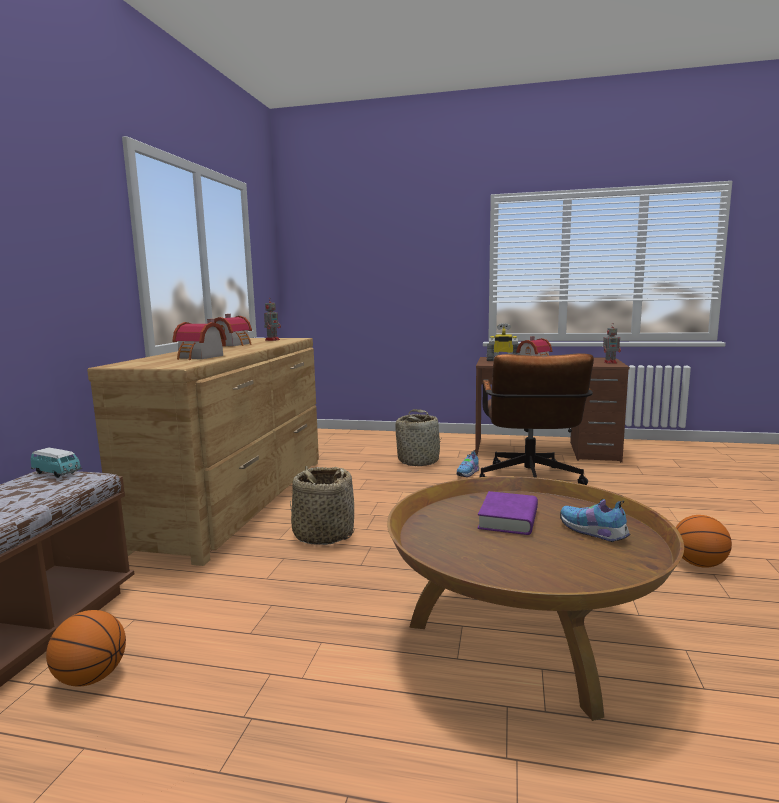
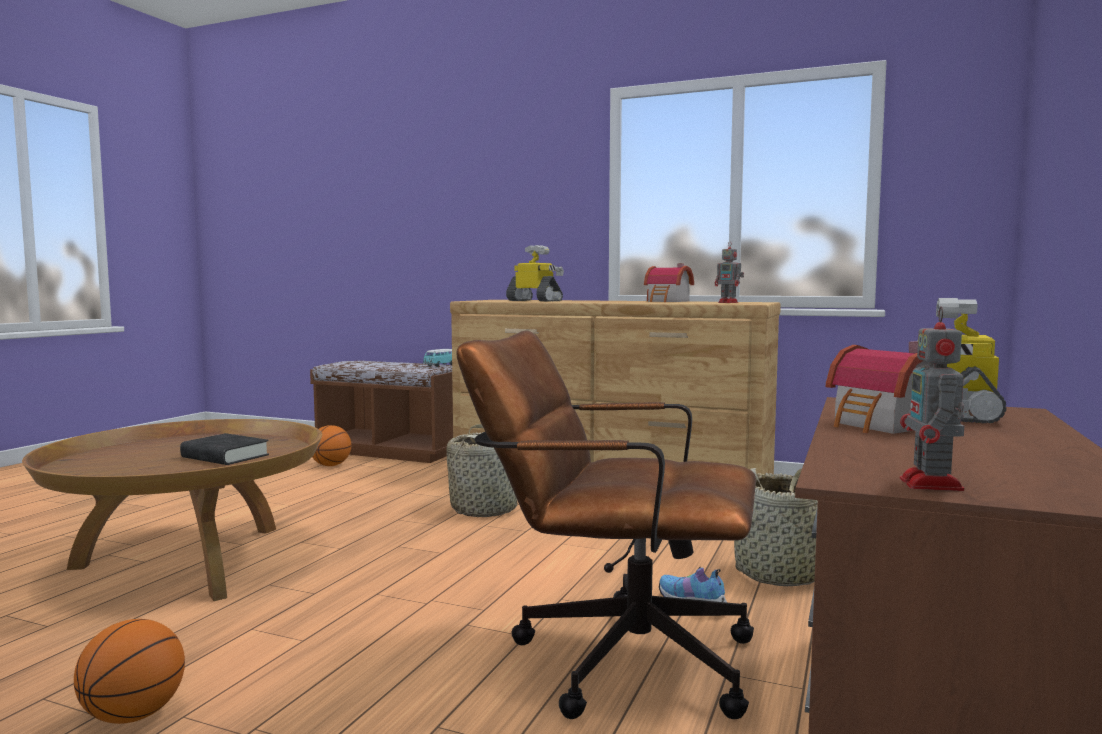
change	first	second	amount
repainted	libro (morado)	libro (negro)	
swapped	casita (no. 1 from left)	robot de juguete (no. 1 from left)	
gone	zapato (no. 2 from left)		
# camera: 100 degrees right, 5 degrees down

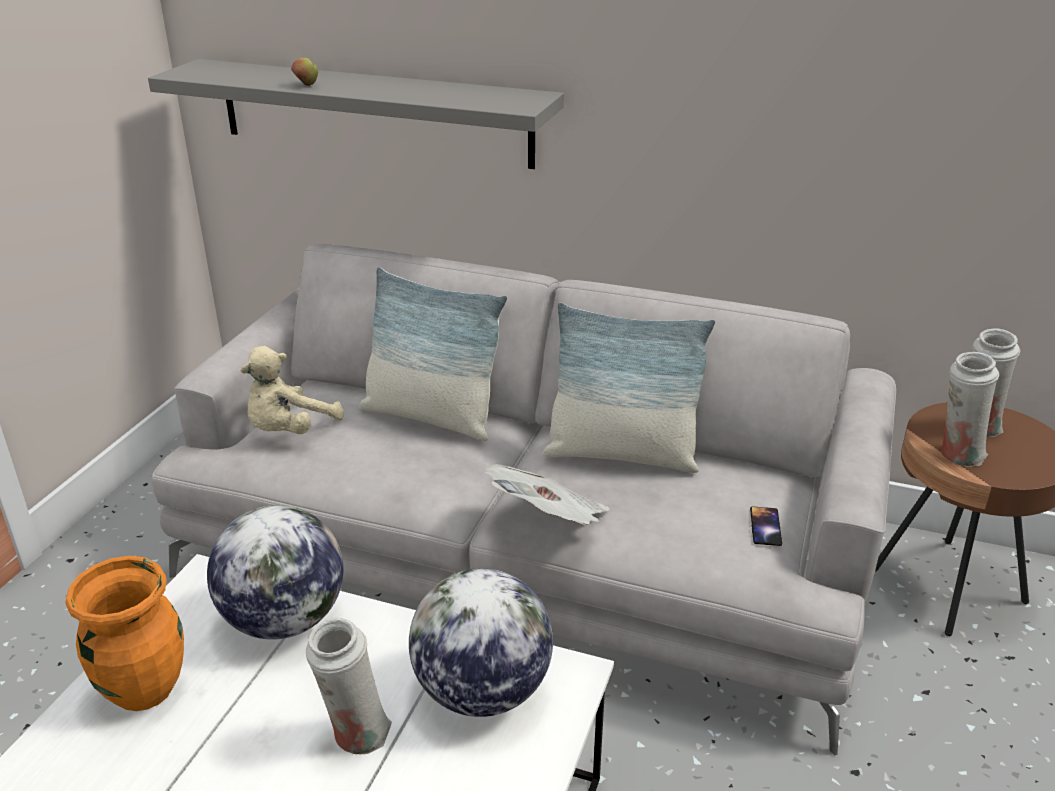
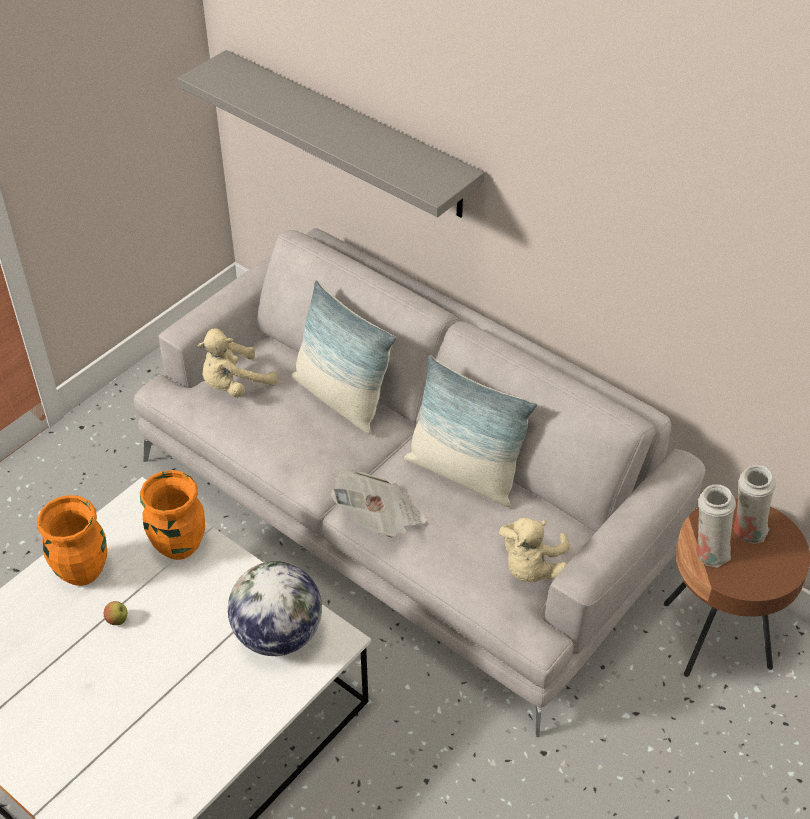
change	first	second	amount
shifted	manzana		
swapped	globo terráqueo (no. 1 from left)	florero (naranja) (no. 2 from left)	
swapped	móvil	peluche (beis) (no. 2 from left)	
gone	florero (blanco) (no. 1 from left)		
# camera: 20 degrees right, 15 degrees up

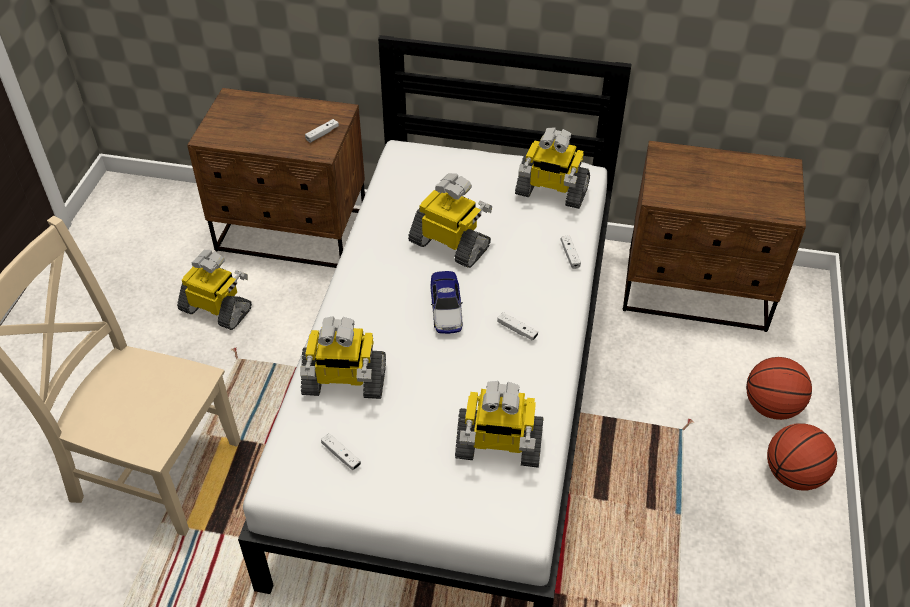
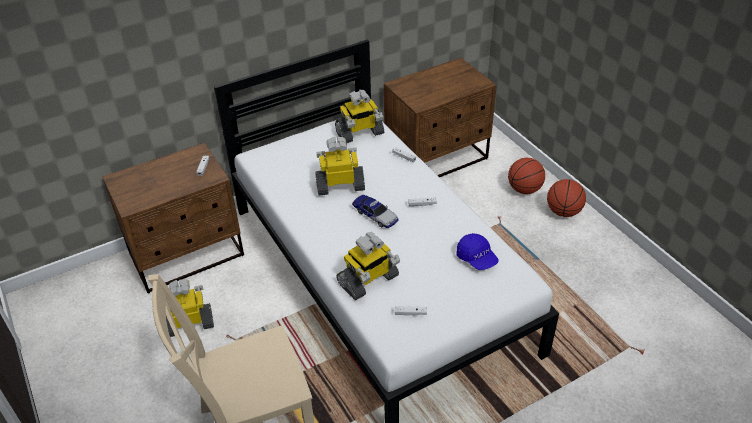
change	first	second	amount
swapped	robot de juguete (no. 4 from left)	gorra (azul)	
# camera: 40 degrees left, 5 degrees down

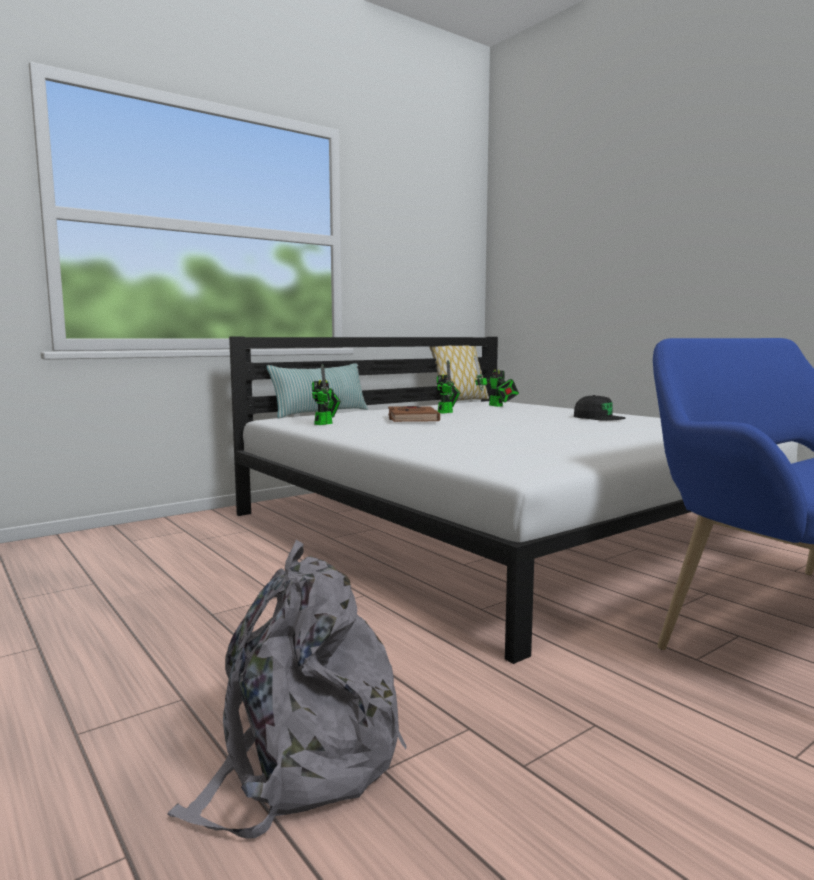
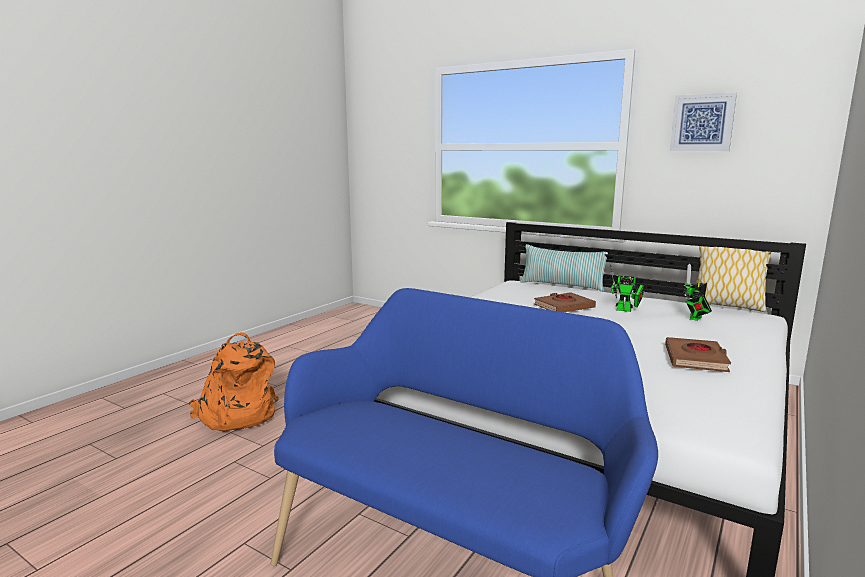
change	first	second	amount
repainted	mochila (gris)	mochila (naranja)	
swapped	gorra (negro)	libro (marrón) (no. 2 from left)	
new		cuadro	
gone	robot de juguete (no. 1 from left)		
# camera: 70 degrees right, 5 degrees up

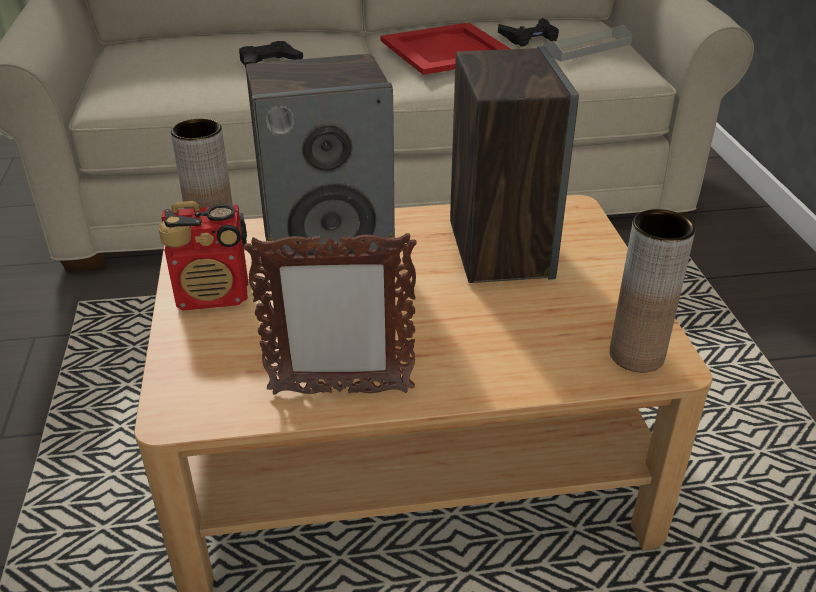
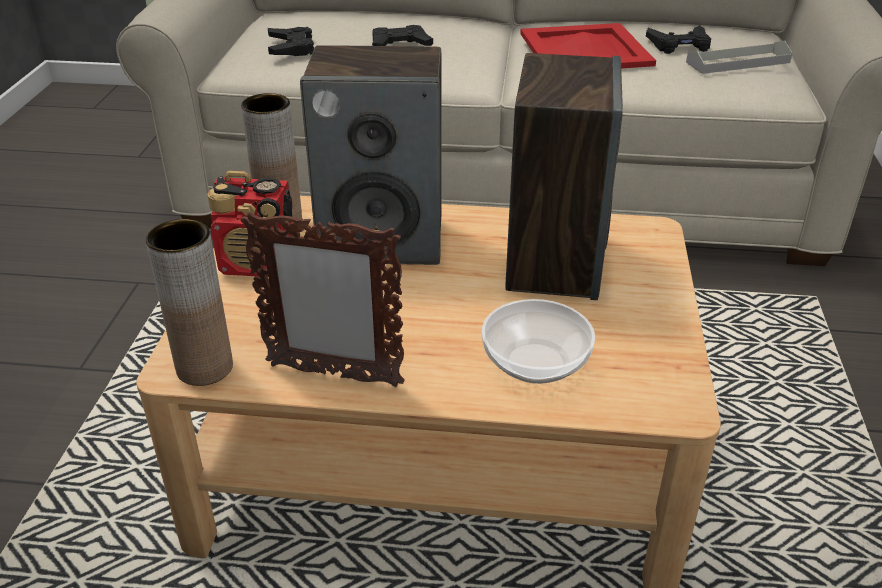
change	first	second	amount
shifted	florero (marrón) (no. 2 from left in the first image)	florero (marrón) (no. 1 from left)	
new		mando de consola (negro) (no. 1 from left)	
new		cuenco	
# camera: 15 degrees right, 0 degrees up

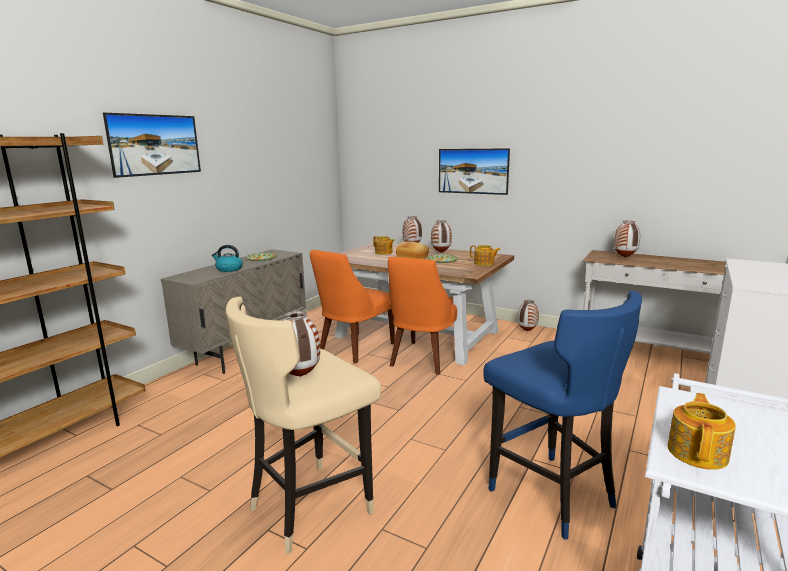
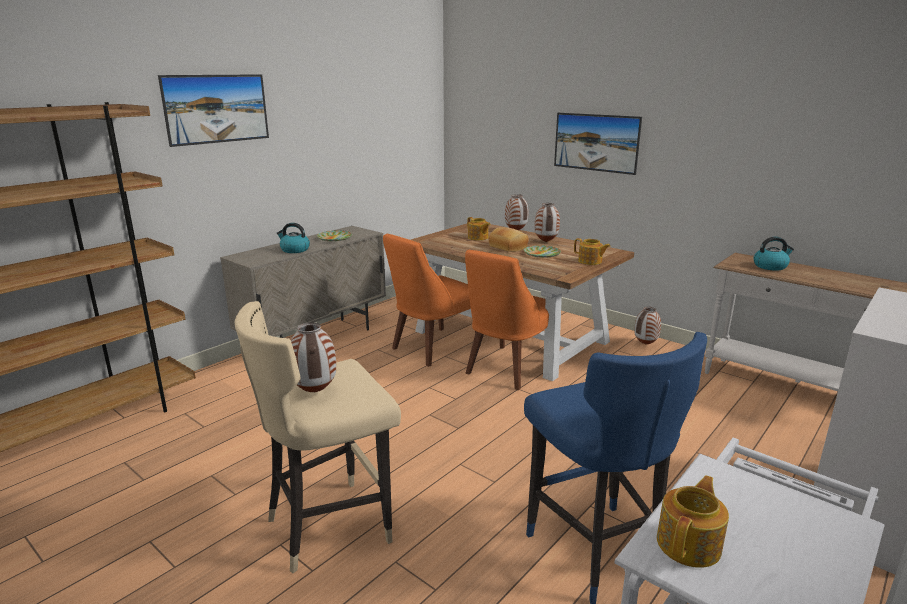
change	first	second	amount
swapped	florero (no. 5 from left)	hervidor (no. 2 from left)	
# camera: 10 degrees right, 5 degrees up

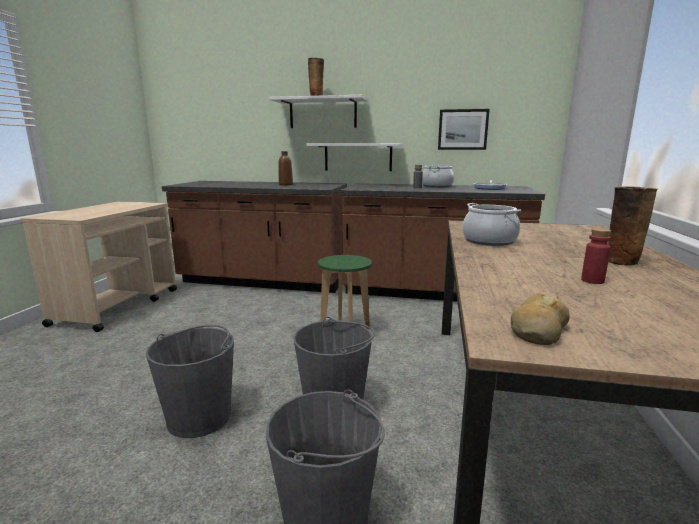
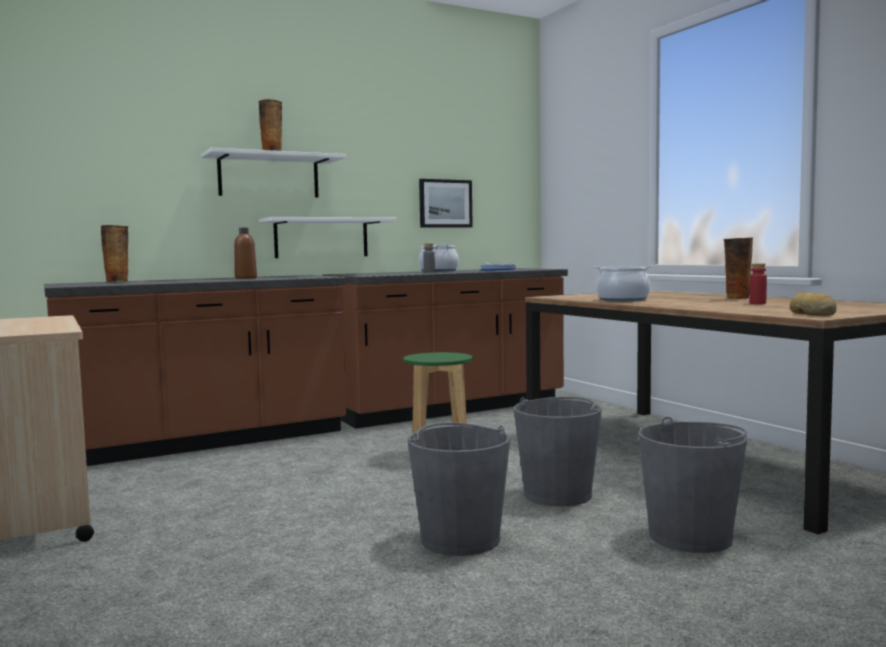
change	first	second	amount
new		florero (no. 1 from left)	
# camera: 40 degrees left, 10 degrees down

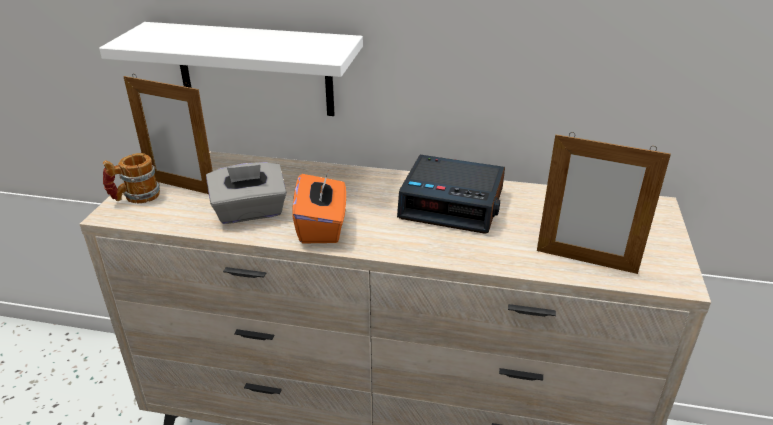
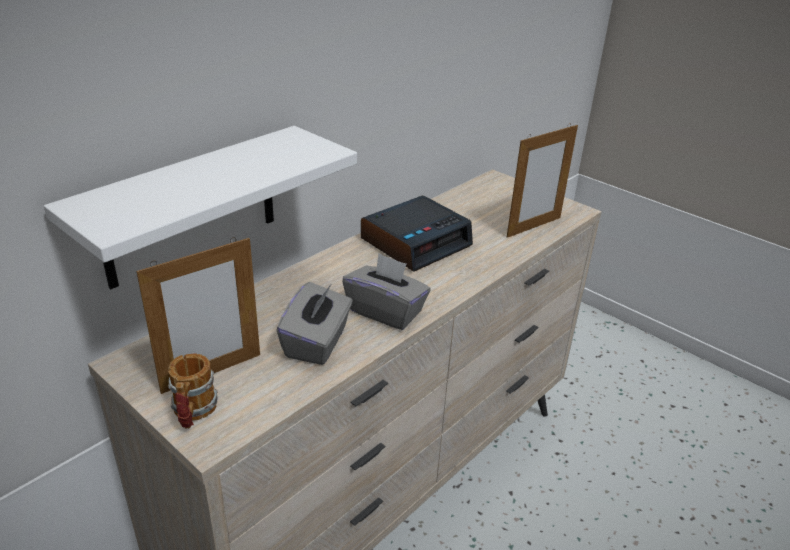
change	first	second	amount
repainted	caja de pañuelos (naranja)	caja de pañuelos (gris) (no. 2 from left)	
# camera: 60 degrees left, 0 degrees up

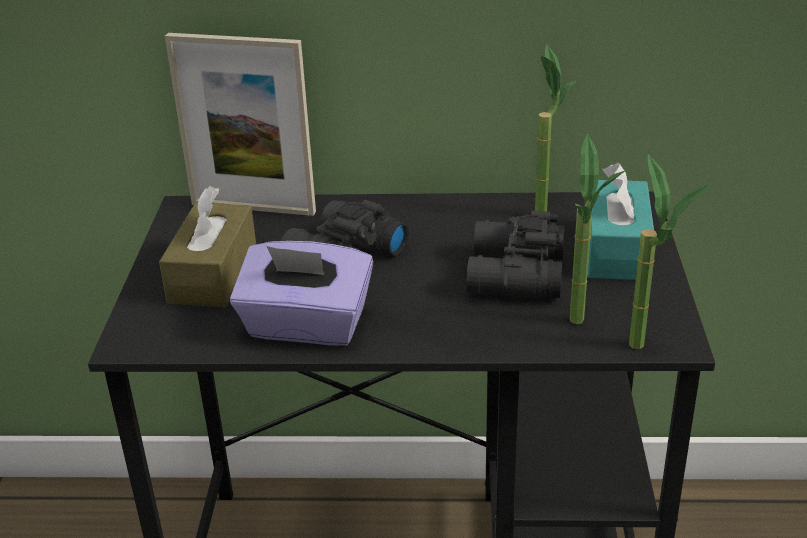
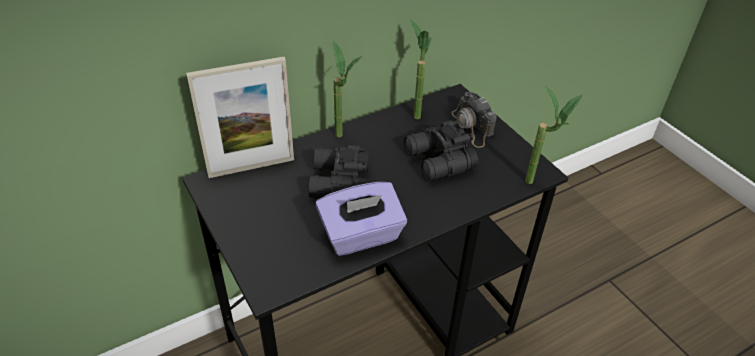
change	first	second	amount
shifted	planta en maceta (no. 2 from left in the first image)	planta en maceta (no. 1 from left)	
swapped	caja de pañuelos (turquesa)	cámara	
gone	caja de pañuelos (marrón)		
# camera: 35 degrees left, 10 degrees up

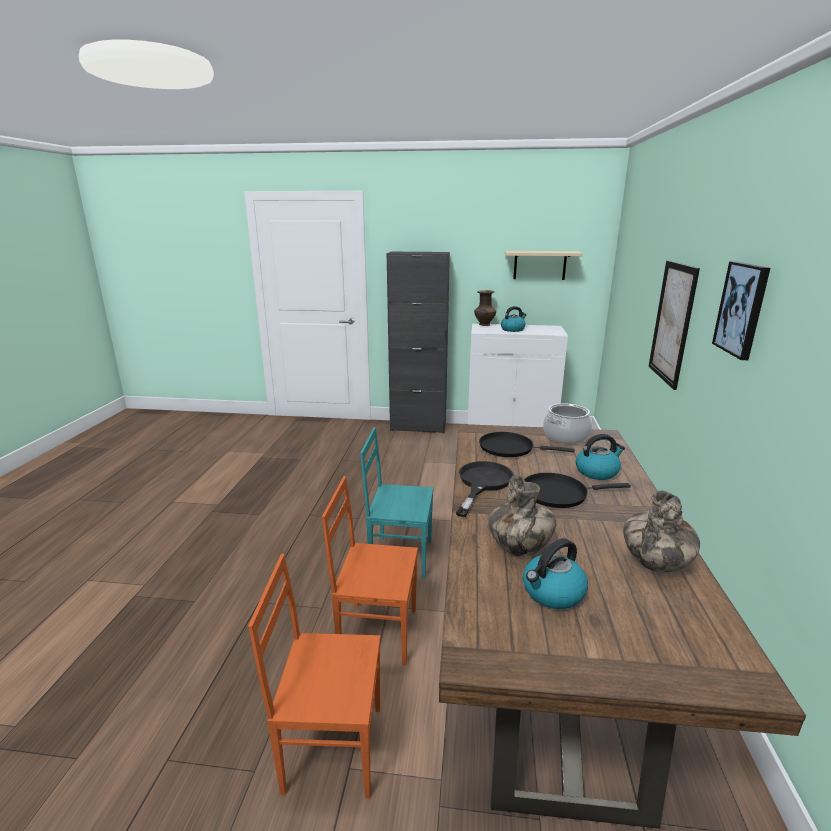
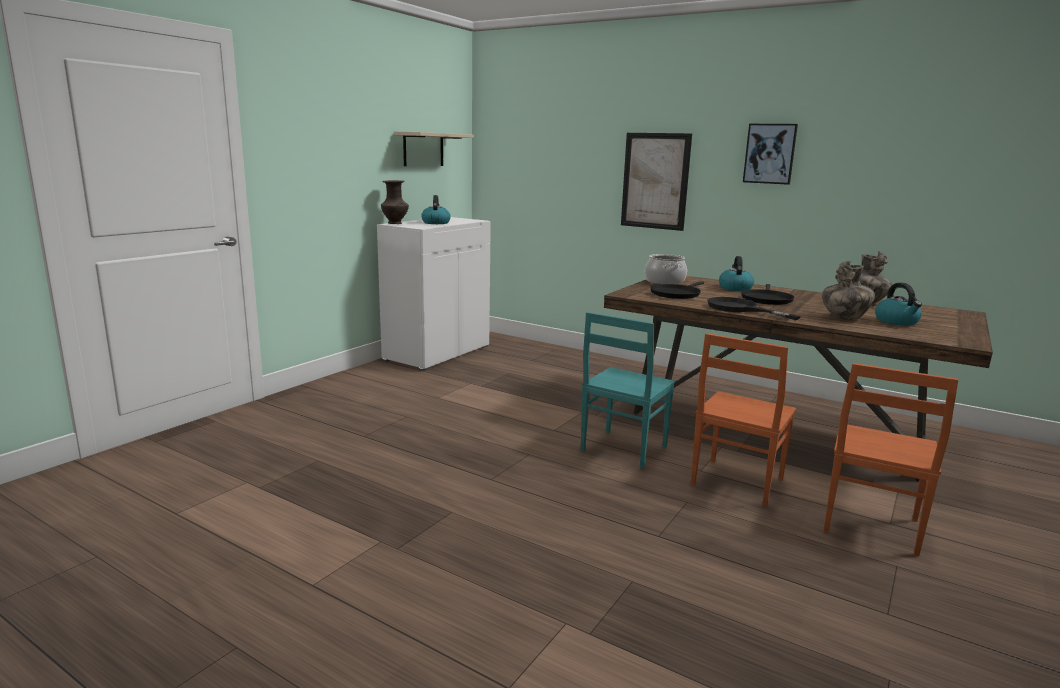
change	first	second	amount
gone	armario (negro)		
# camera: 65 degrees left, 5 degrees down

